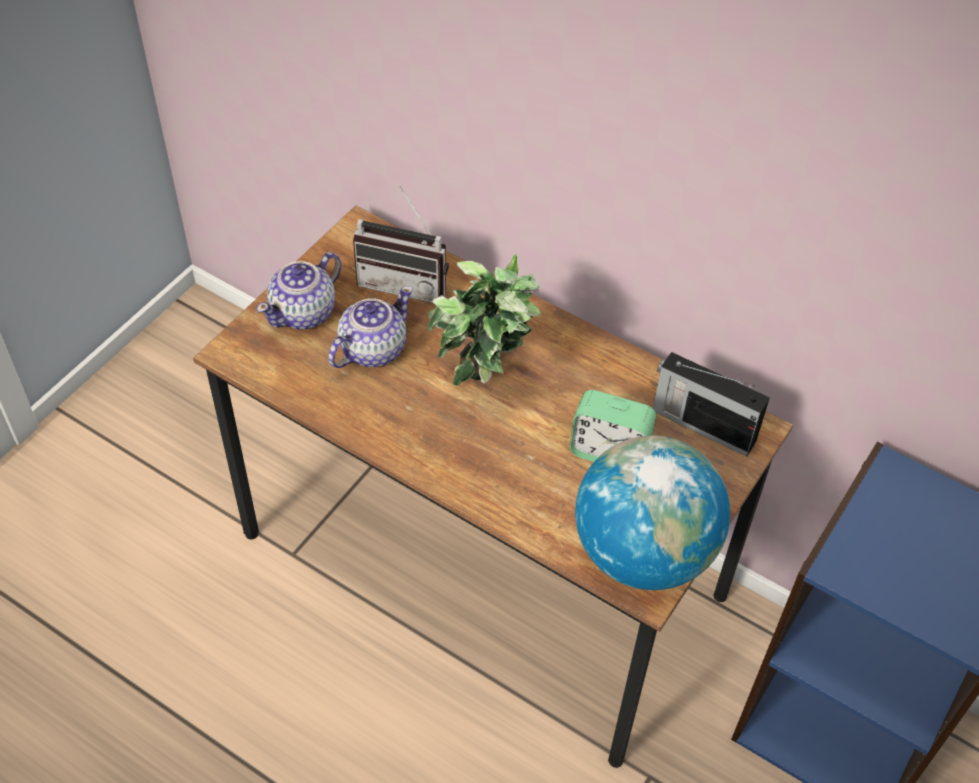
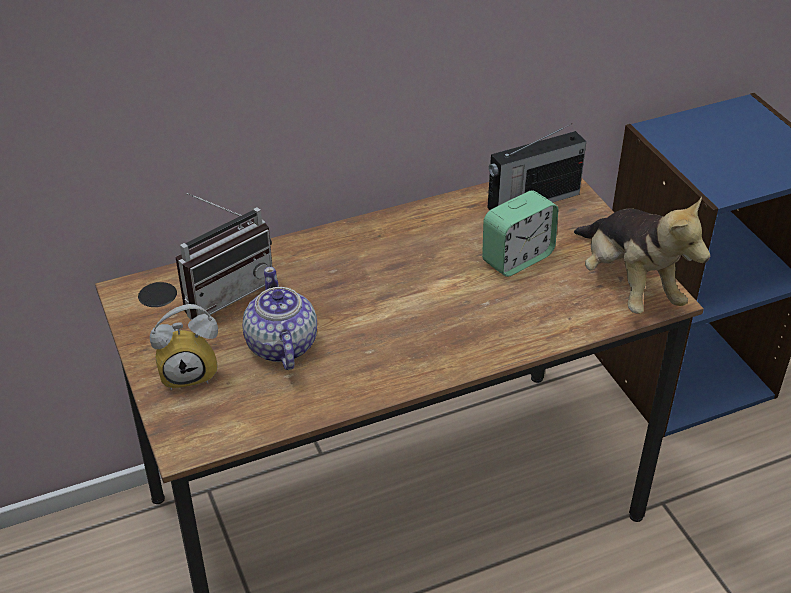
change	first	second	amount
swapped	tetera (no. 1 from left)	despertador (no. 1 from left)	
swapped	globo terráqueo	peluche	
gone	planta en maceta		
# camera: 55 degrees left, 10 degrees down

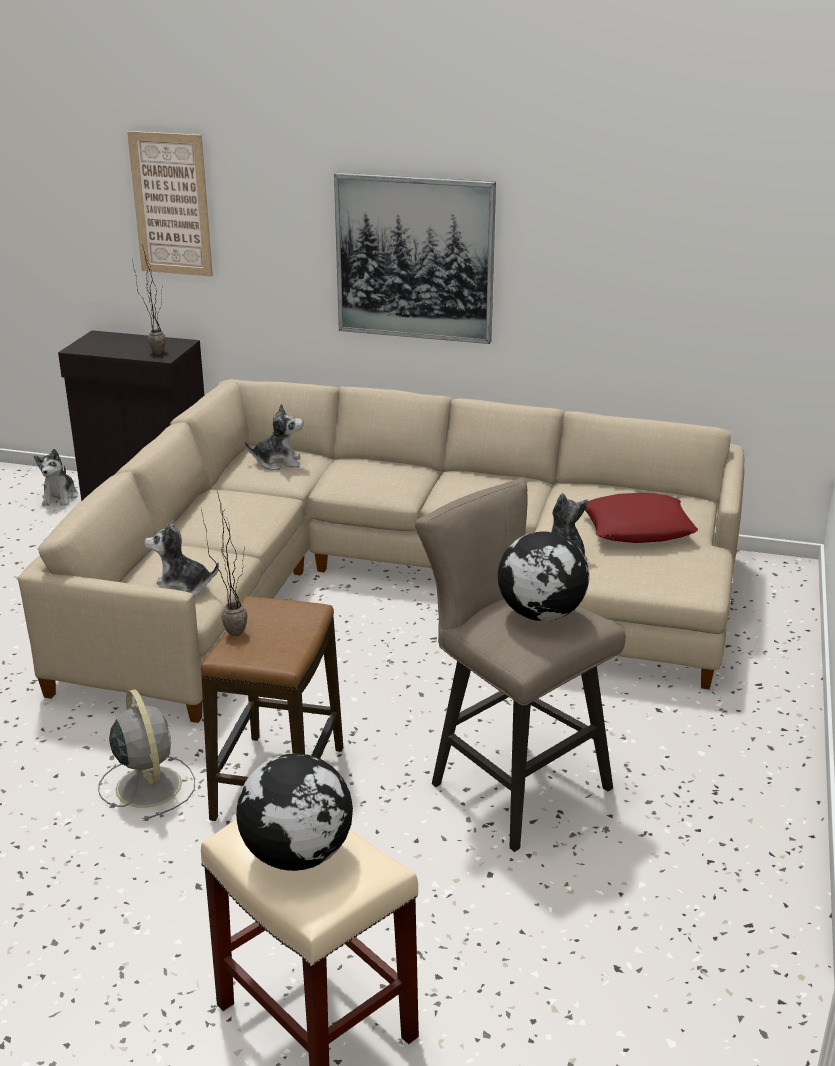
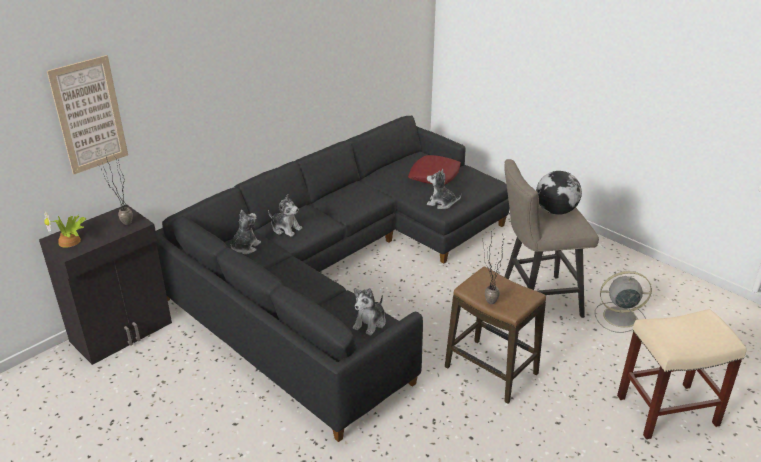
change	first	second	amount
new		planta en maceta (no. 1 from left)	
repainted	sofá (beis)	sofá (negro)	
shifted	peluche (no. 1 from left in the first image)	peluche (no. 2 from left)	
shifted	ventilador (gris)		
gone	globo terráqueo (no. 1 from left)		
gone	cuadro (no. 2 from left)		
# camera: 60 degrees left, 5 degrees up

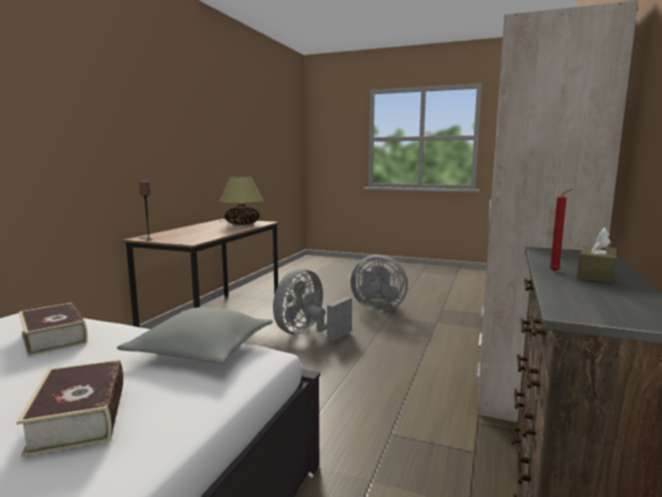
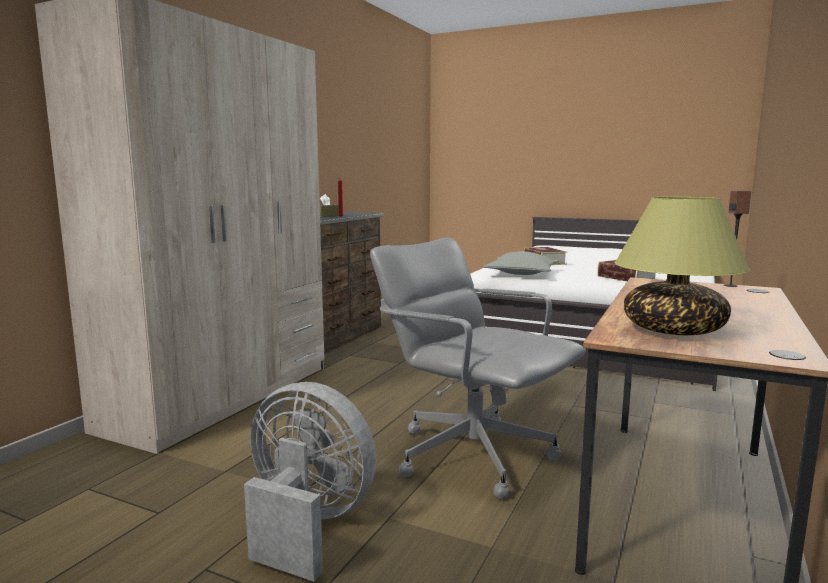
change	first	second	amount
swapped	ventilador (gris) (no. 1 from left)	silla de oficina (gris)	
# camera: 175 degrees left, 0 degrees up

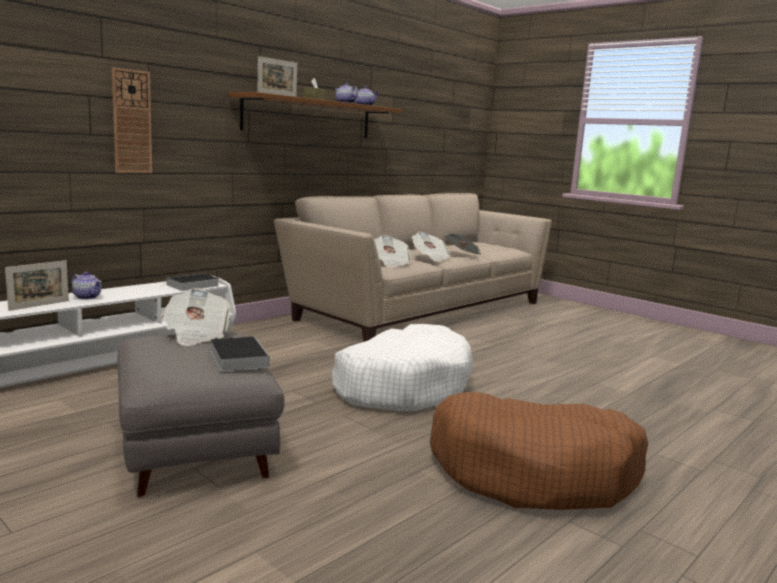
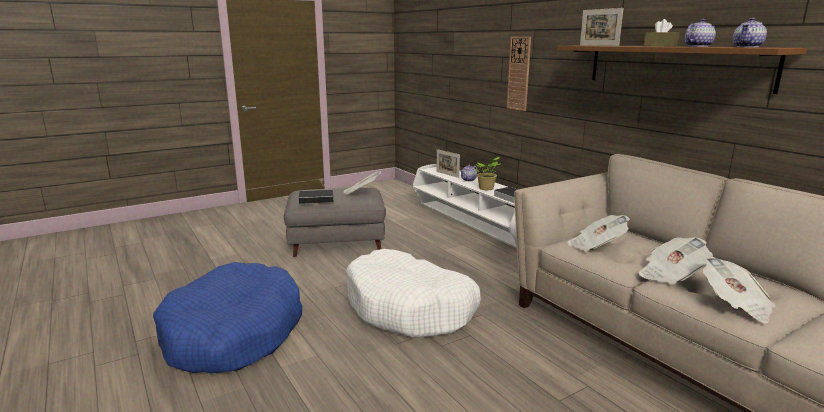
change	first	second	amount
repainted	cama para perro (marrón)	cama para perro (azul)	
new		planta en maceta	
# camera: 105 degrees right, 5 degrees up

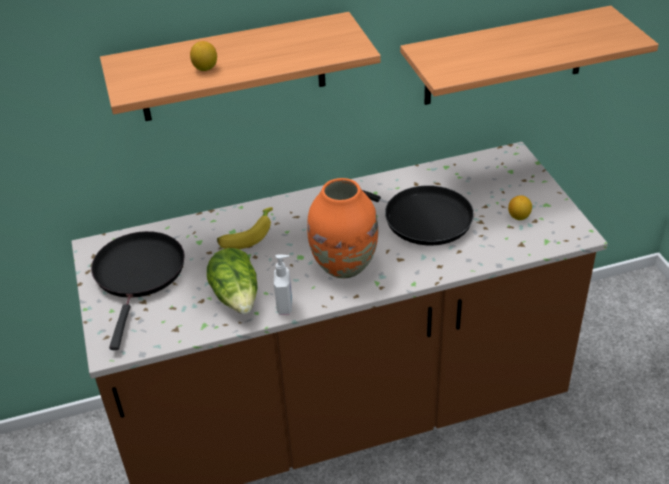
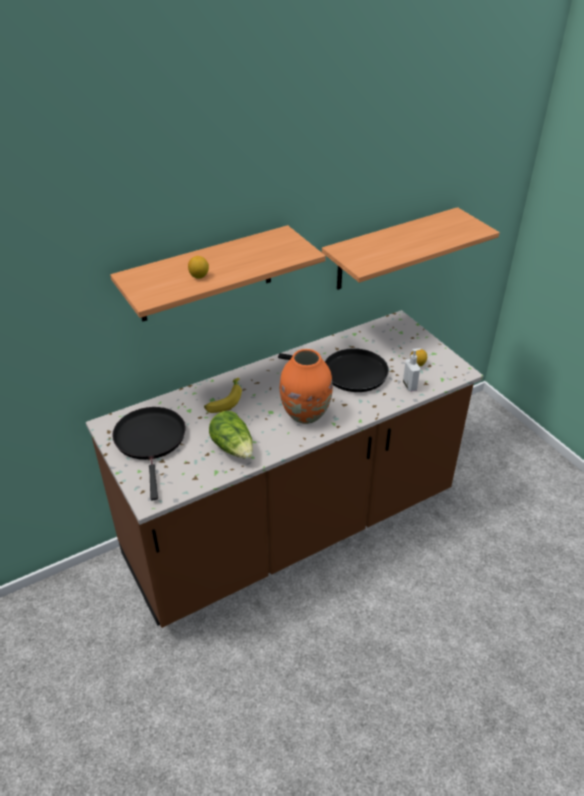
change	first	second	amount
shifted	dispensador de jabón		
# camera: 15 degrees left, 0 degrees up

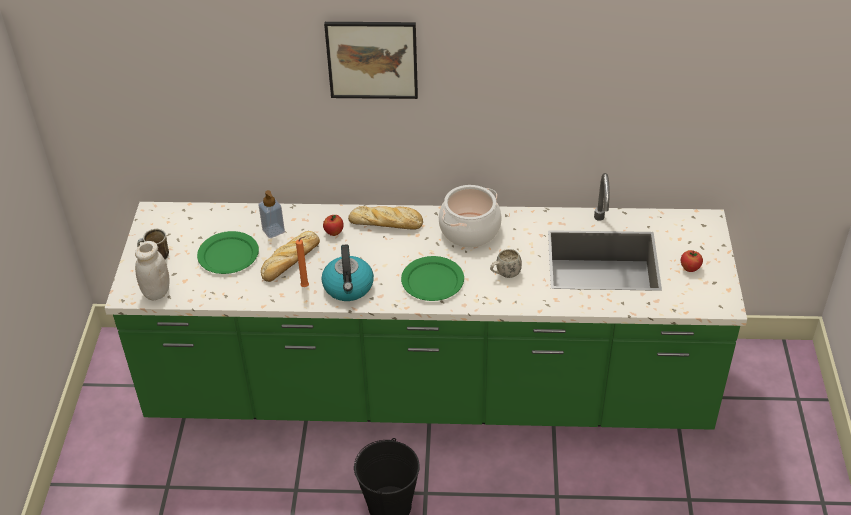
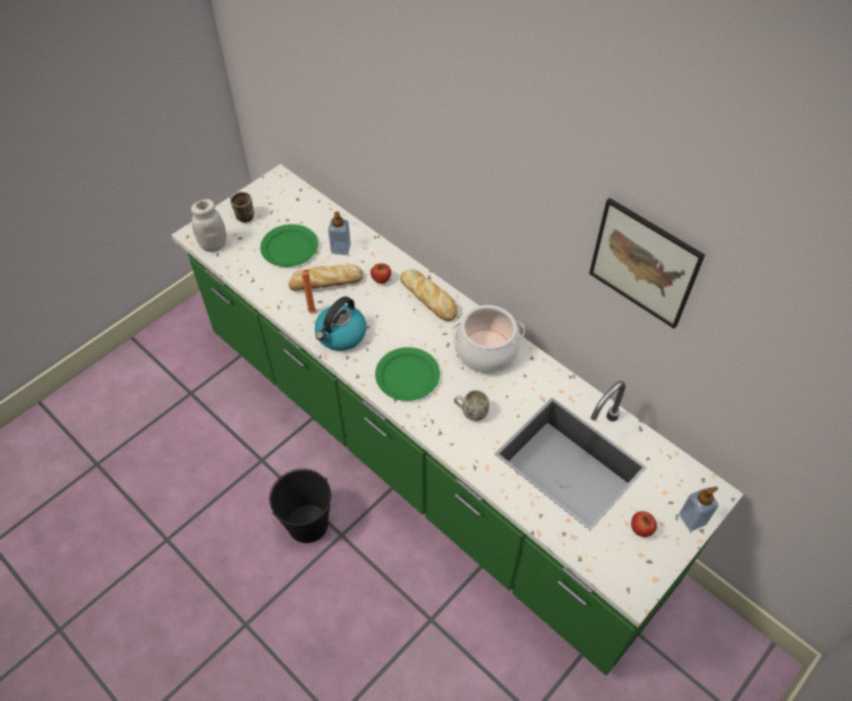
change	first	second	amount
shifted	cuadro		
new		dispensador de jabón (no. 2 from left)	
# camera: 40 degrees right, 10 degrees up

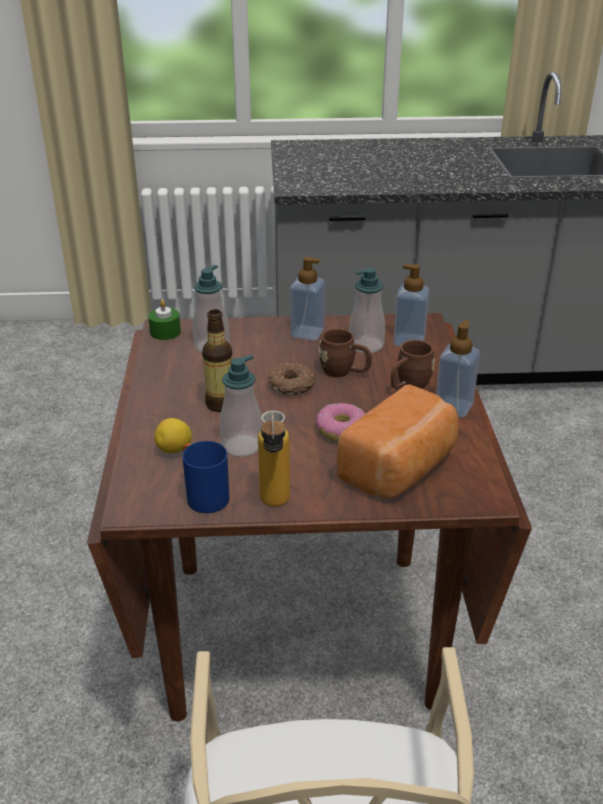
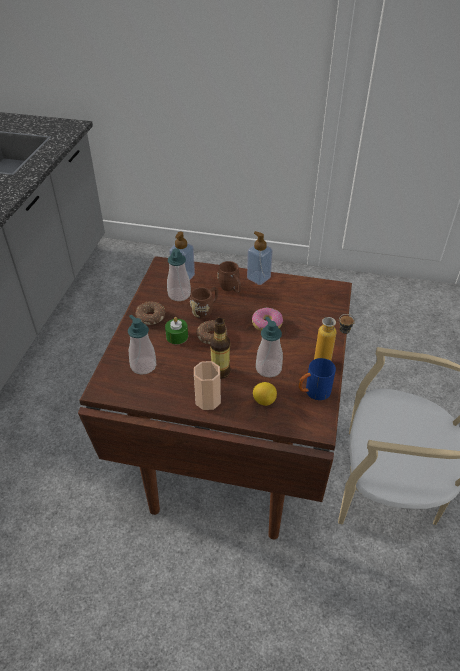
change	first	second	amount
swapped	dispensador de jabón (no. 3 from left)	rosquilla (no. 1 from left)	
shifted	vela (verde)		
new		taza	
gone	pan		
# camera: 75 degrees left, 10 degrees up

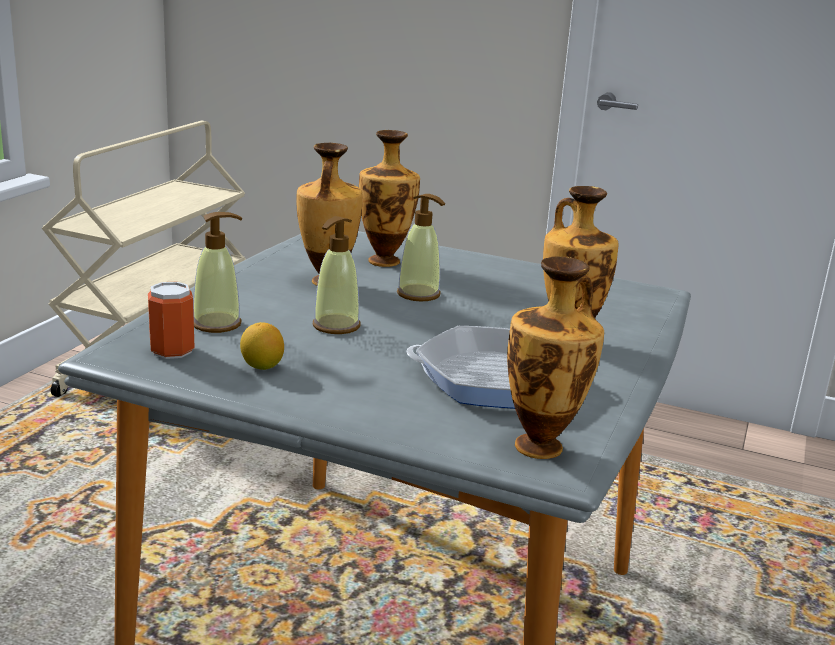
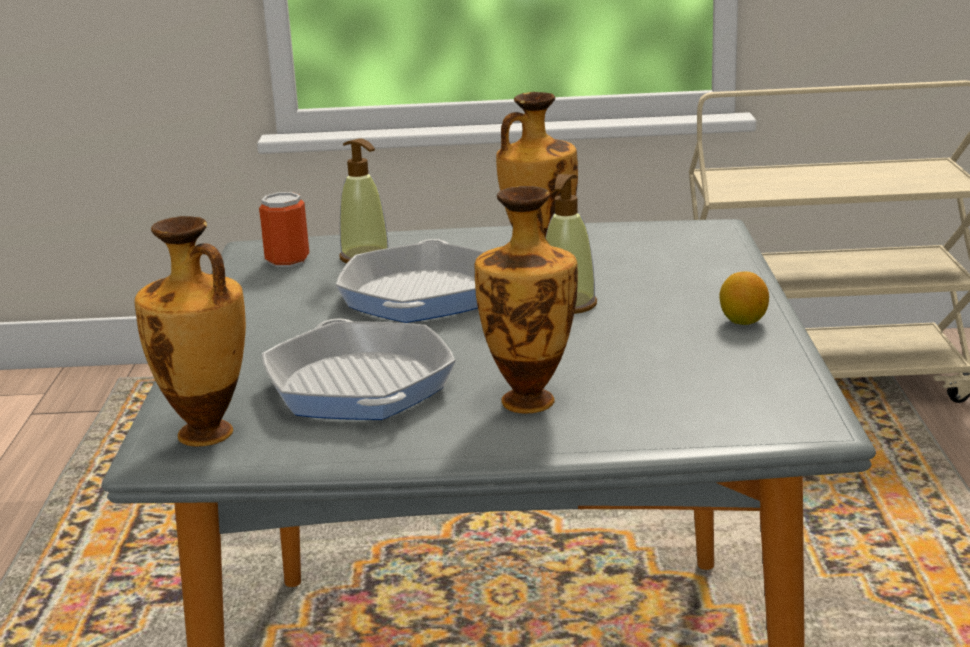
change	first	second	amount
swapped	dispensador de jabón (no. 2 from left)	sartén (no. 2 from left)	
shifted	limón		
gone	florero (no. 2 from left)		
# camera: 70 degrees right, 0 degrees up

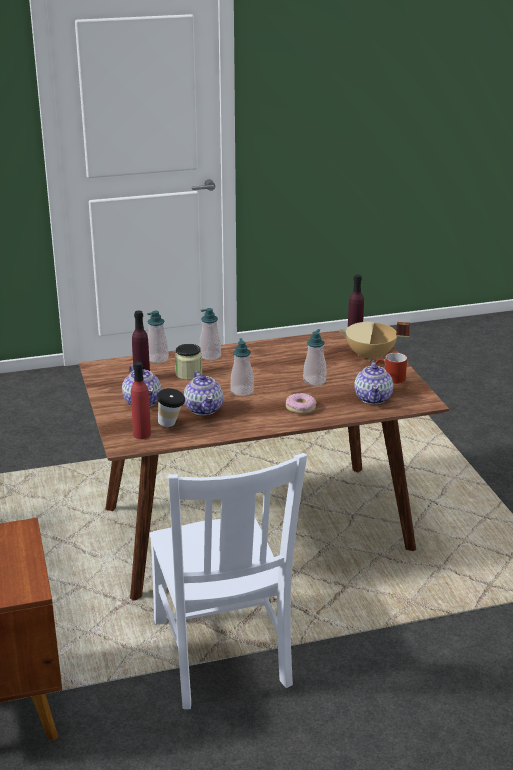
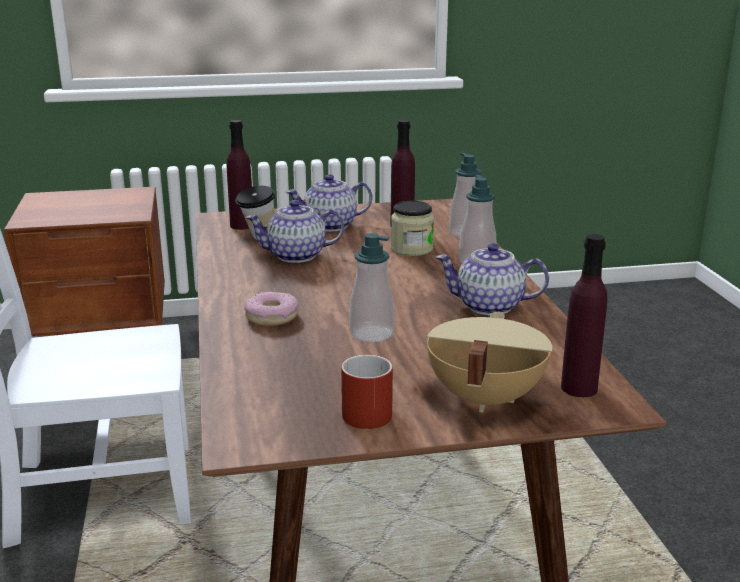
change	first	second	amount
repainted	botella (rojo)	botella (morado) (no. 1 from left)	
shifted	tetera (no. 3 from left)		
gone	dispensador de jabón (no. 3 from left)		
# camera: 95 degrees right, 5 degrees down

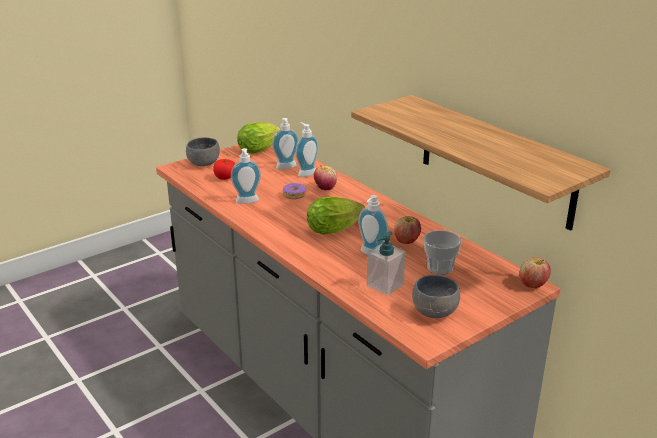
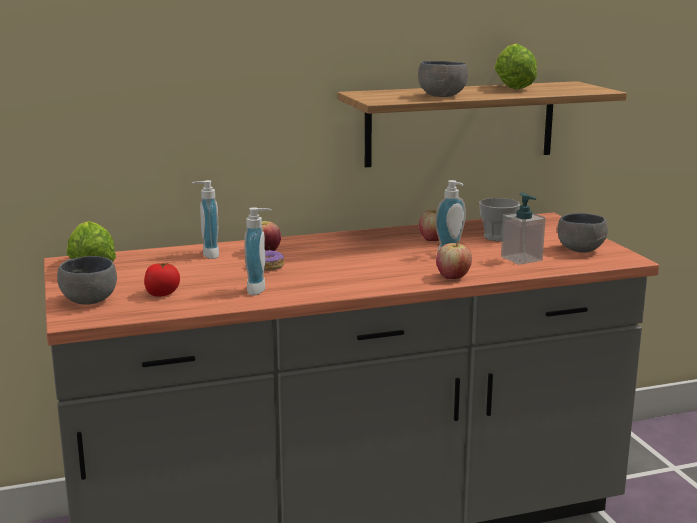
change	first	second	amount
new		cuenco (gris) (no. 2 from left)	
shifted	manzana (no. 3 from left)		
shifted	lechuga (no. 2 from left)		
gone	dispensador de jabón (no. 2 from left)		
# camera: 70 degrees left, 10 degrees down

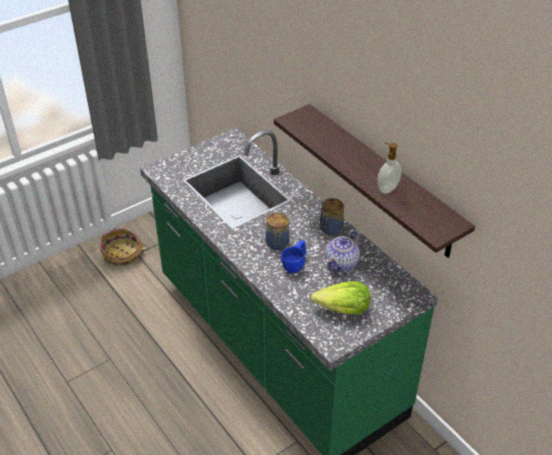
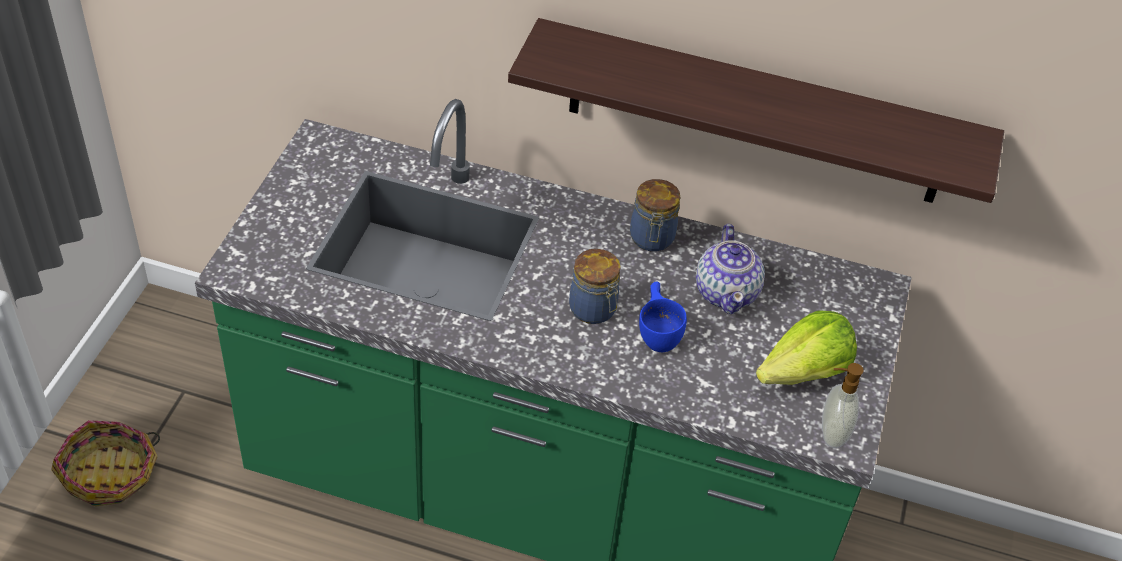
change	first	second	amount
shifted	dispensador de jabón		
# camera: 40 degrees left, 5 degrees up

